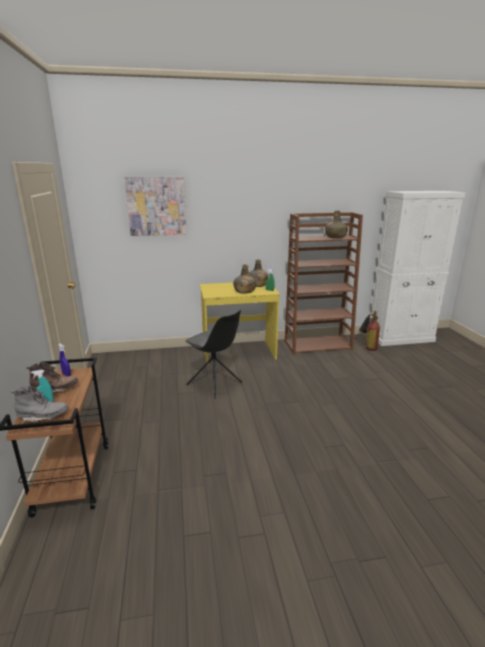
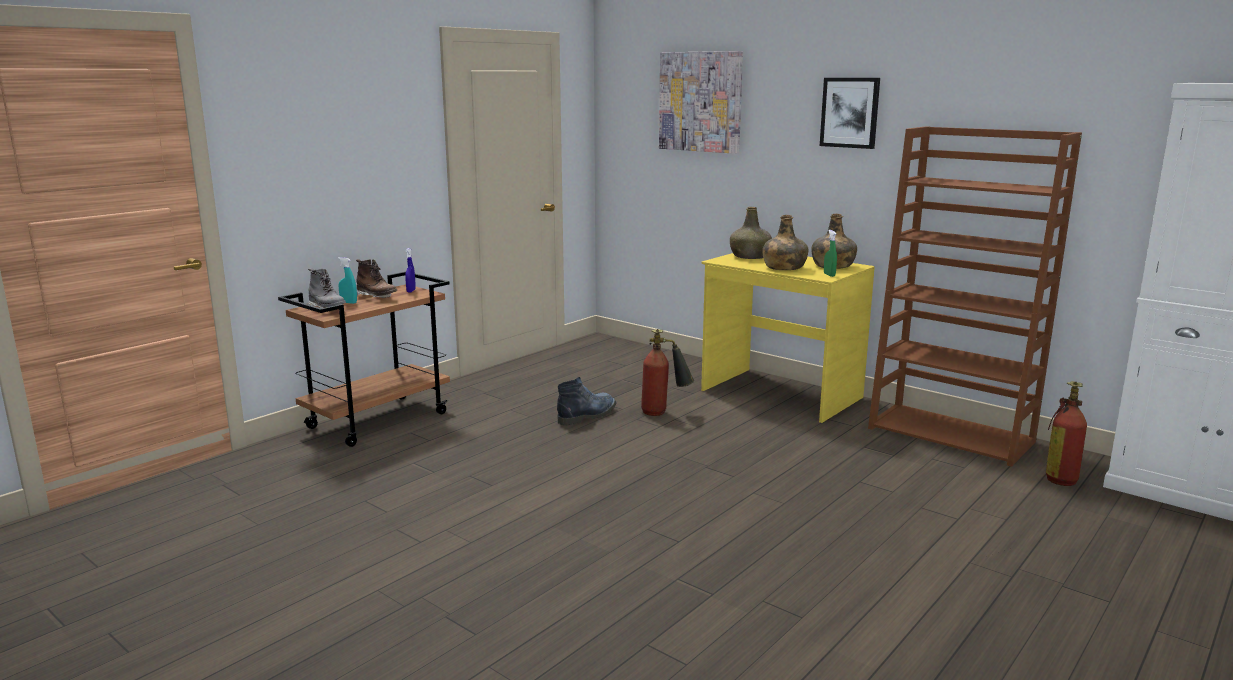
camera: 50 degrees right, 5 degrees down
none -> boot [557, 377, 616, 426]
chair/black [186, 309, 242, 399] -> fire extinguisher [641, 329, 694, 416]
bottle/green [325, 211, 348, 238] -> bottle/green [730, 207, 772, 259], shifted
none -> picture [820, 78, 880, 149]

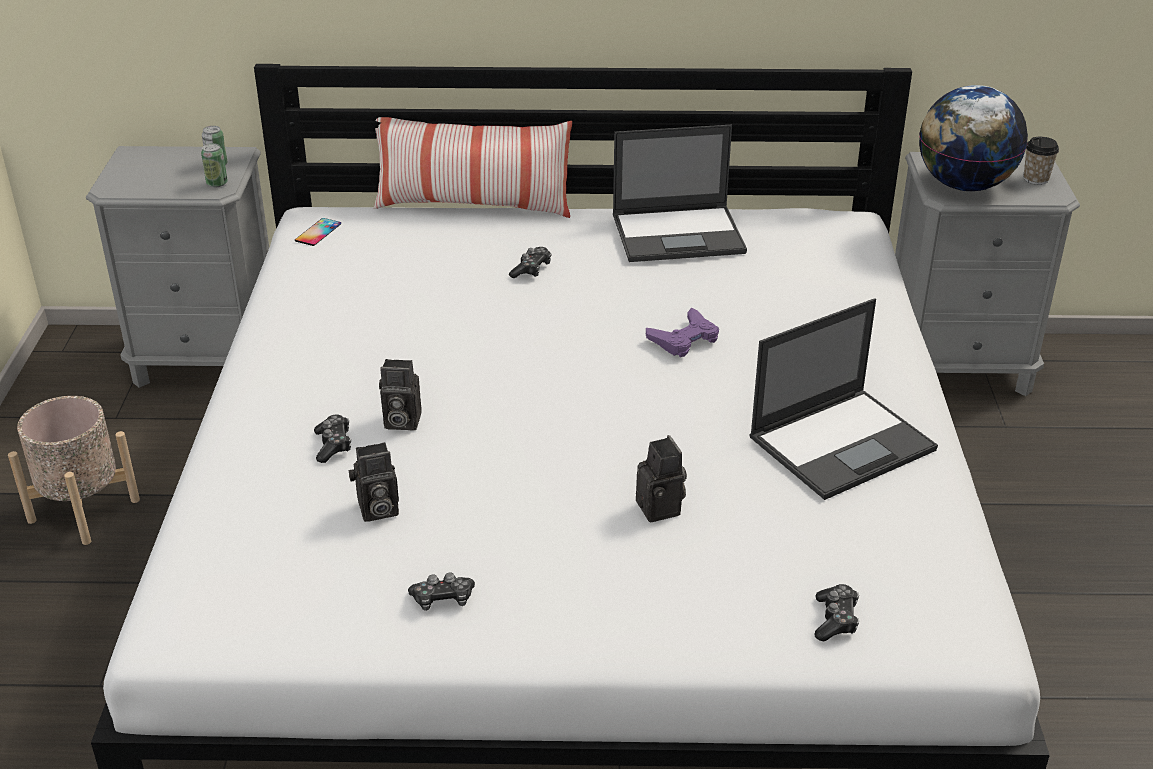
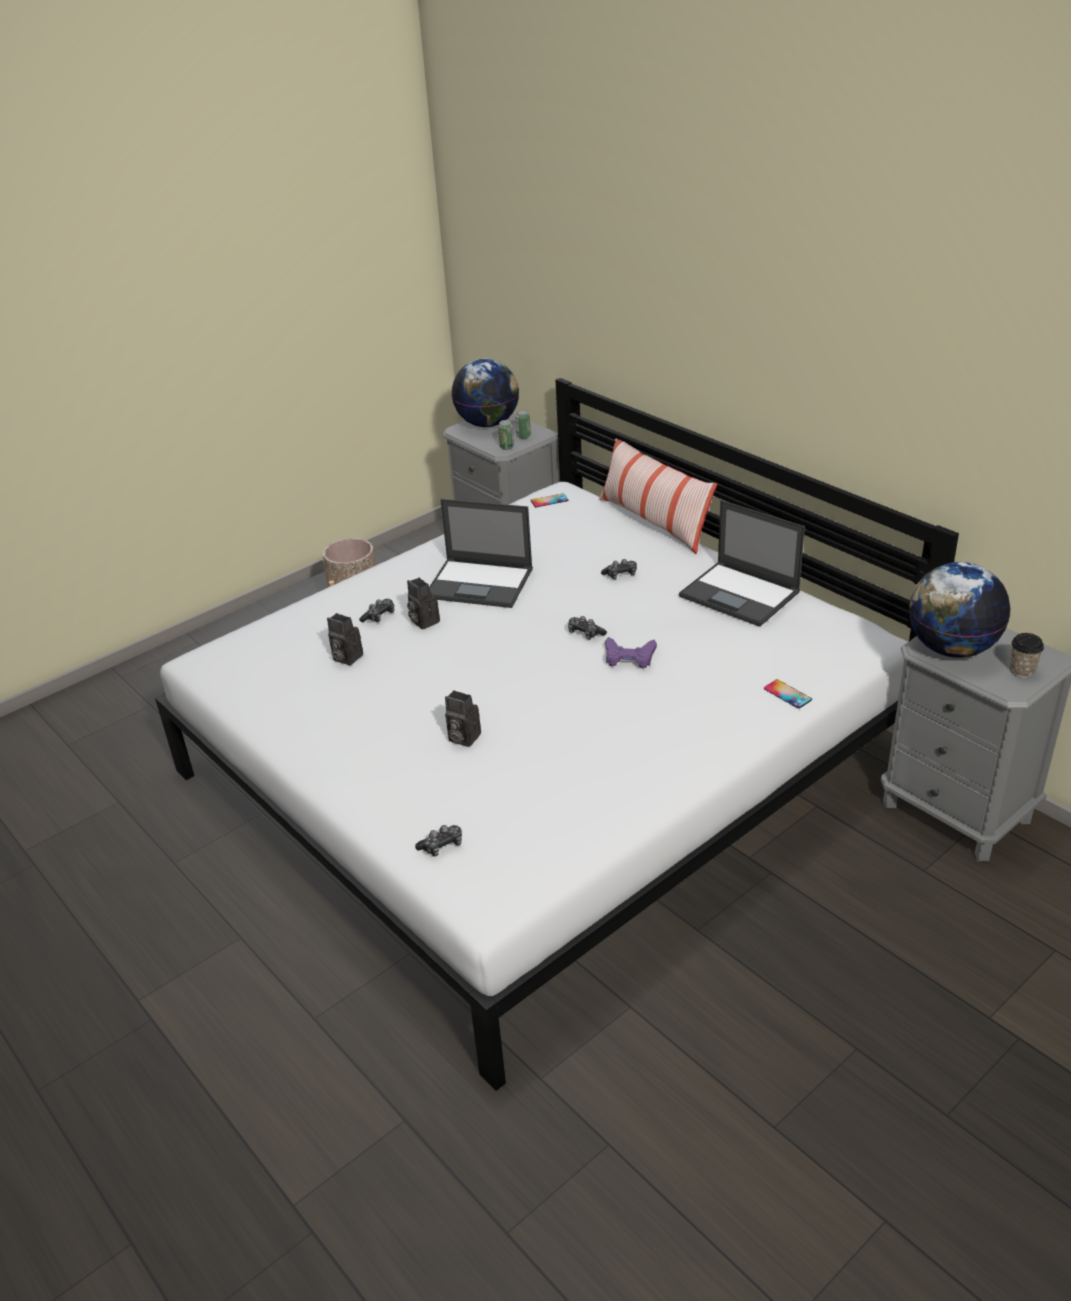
camera: 50 degrees right, 0 degrees up
laptop [749, 299, 938, 500] -> laptop [429, 499, 533, 608], shifted
photo camera [636, 435, 687, 522] -> photo camera [445, 690, 481, 747], 90 degrees clockwise
none -> globe [452, 358, 519, 427]
game controller [408, 572, 475, 611] -> game controller [568, 616, 607, 639], shifted
none -> phone [764, 679, 812, 709]

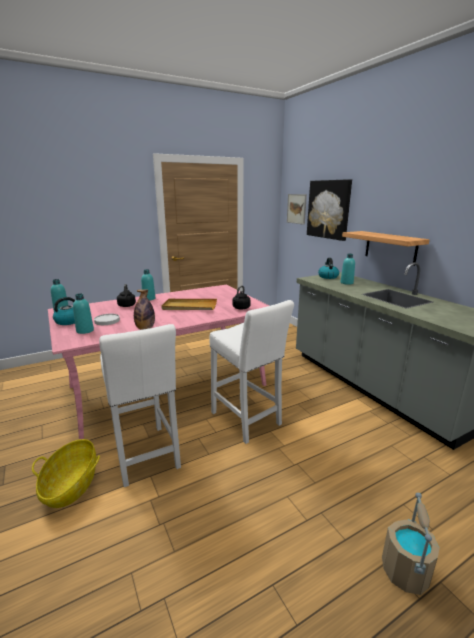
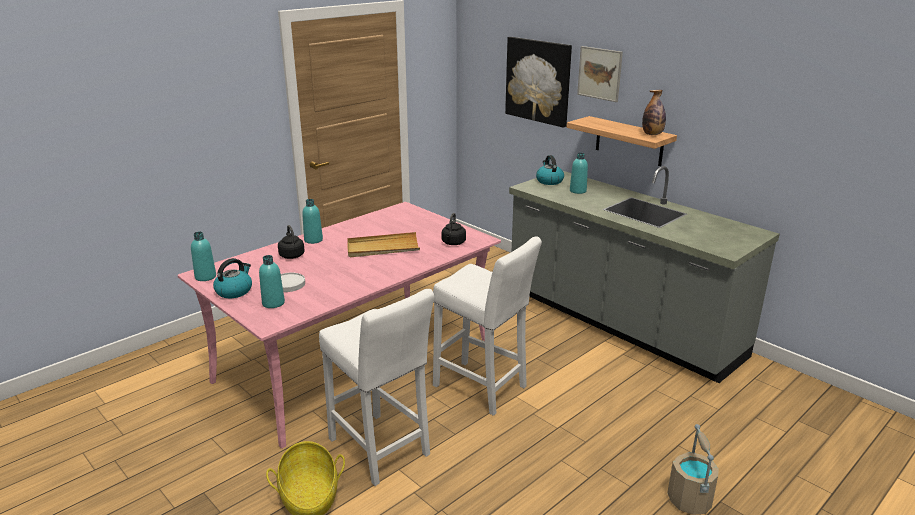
camera: 15 degrees left, 5 degrees up
picture [287, 194, 307, 225] -> picture [577, 46, 623, 102], shifted
bottle [134, 289, 155, 330] -> bottle [642, 90, 666, 135], shifted

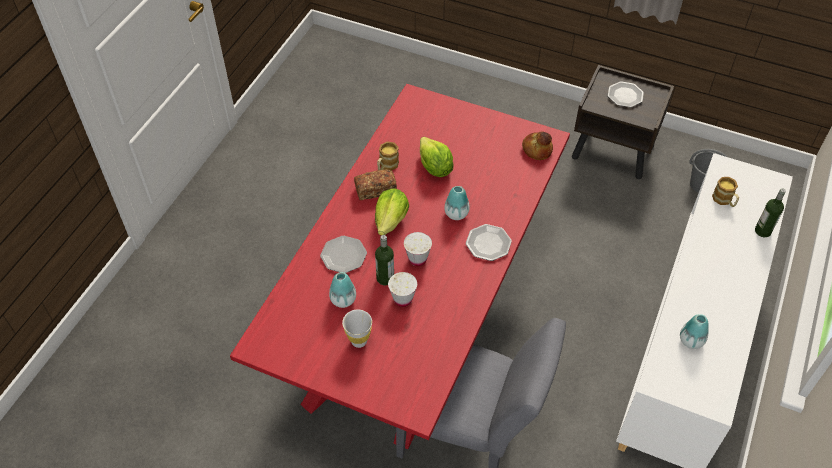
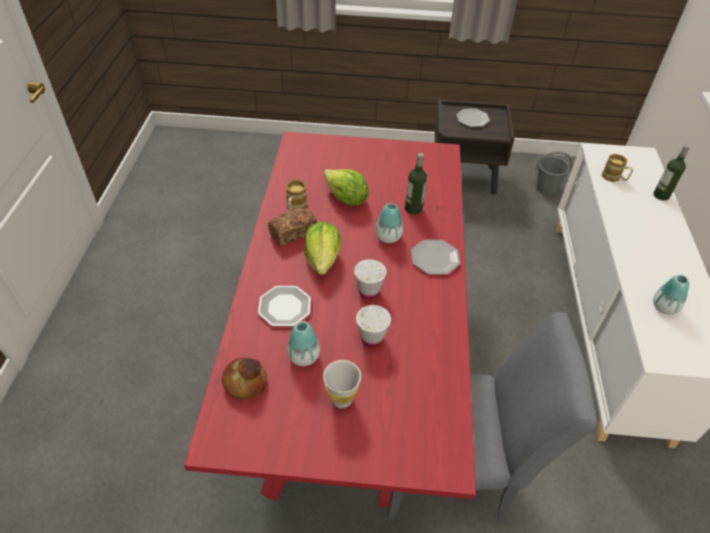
camera: 20 degrees left, 5 degrees down
bread [522, 132, 553, 160] -> bread [221, 358, 267, 400], shifted
bottle [375, 235, 394, 285] -> bottle [405, 153, 427, 215], shifted

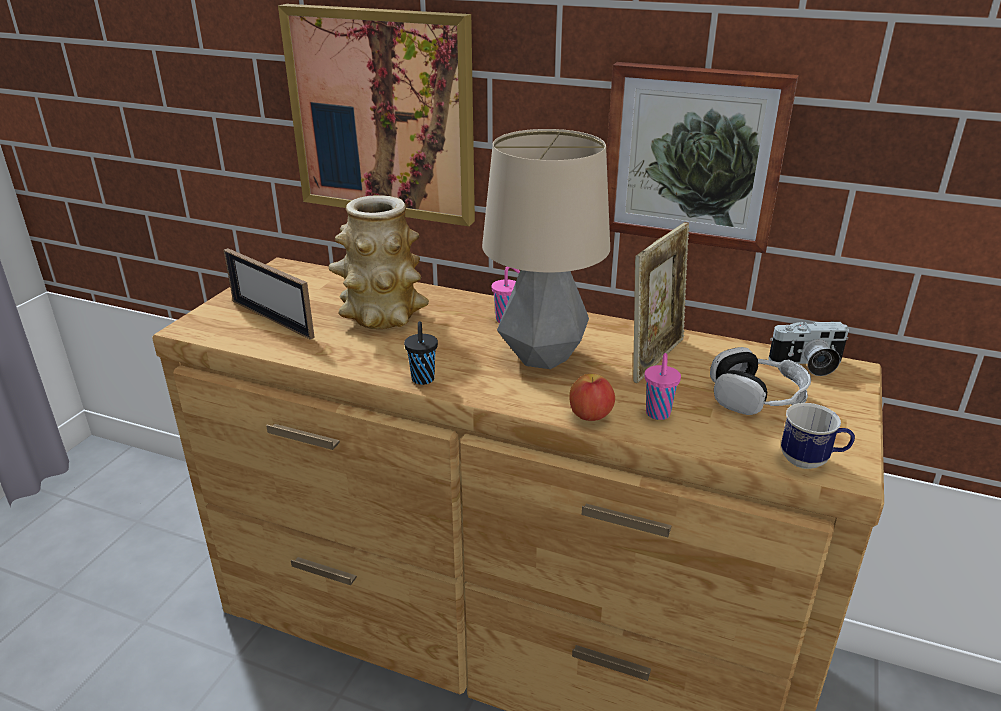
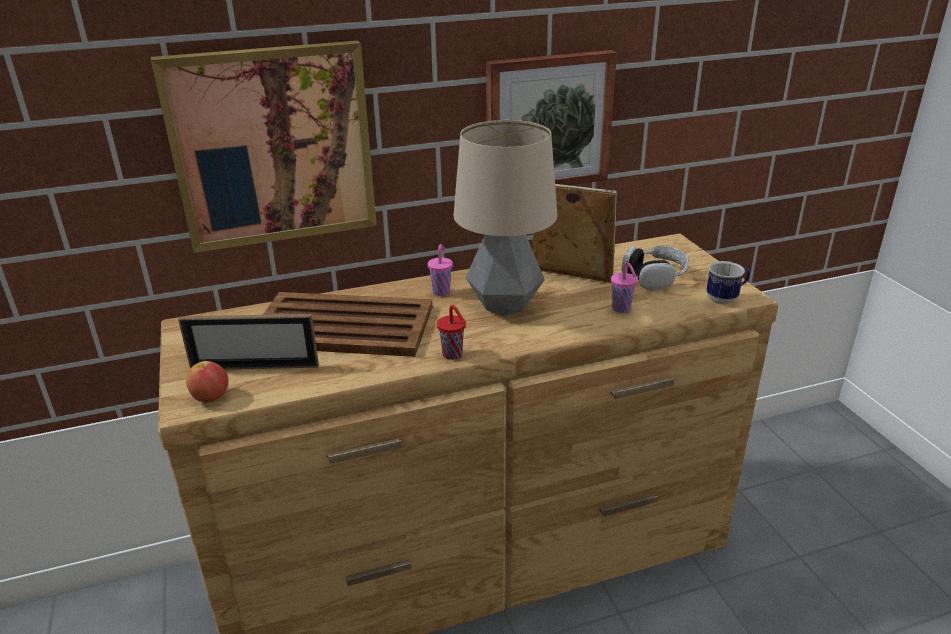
camera: 40 degrees left, 0 degrees up
apple [569, 374, 615, 421] -> apple [186, 361, 228, 403], shifted
vase [329, 195, 429, 329] -> tray/brown [263, 292, 433, 357]
cup/black [404, 321, 438, 385] -> cup/red [437, 305, 466, 360]
picture frame [633, 222, 690, 383] -> picture frame [533, 184, 617, 283], 60 degrees counterclockwise
photo camera [768, 321, 849, 376] -> none

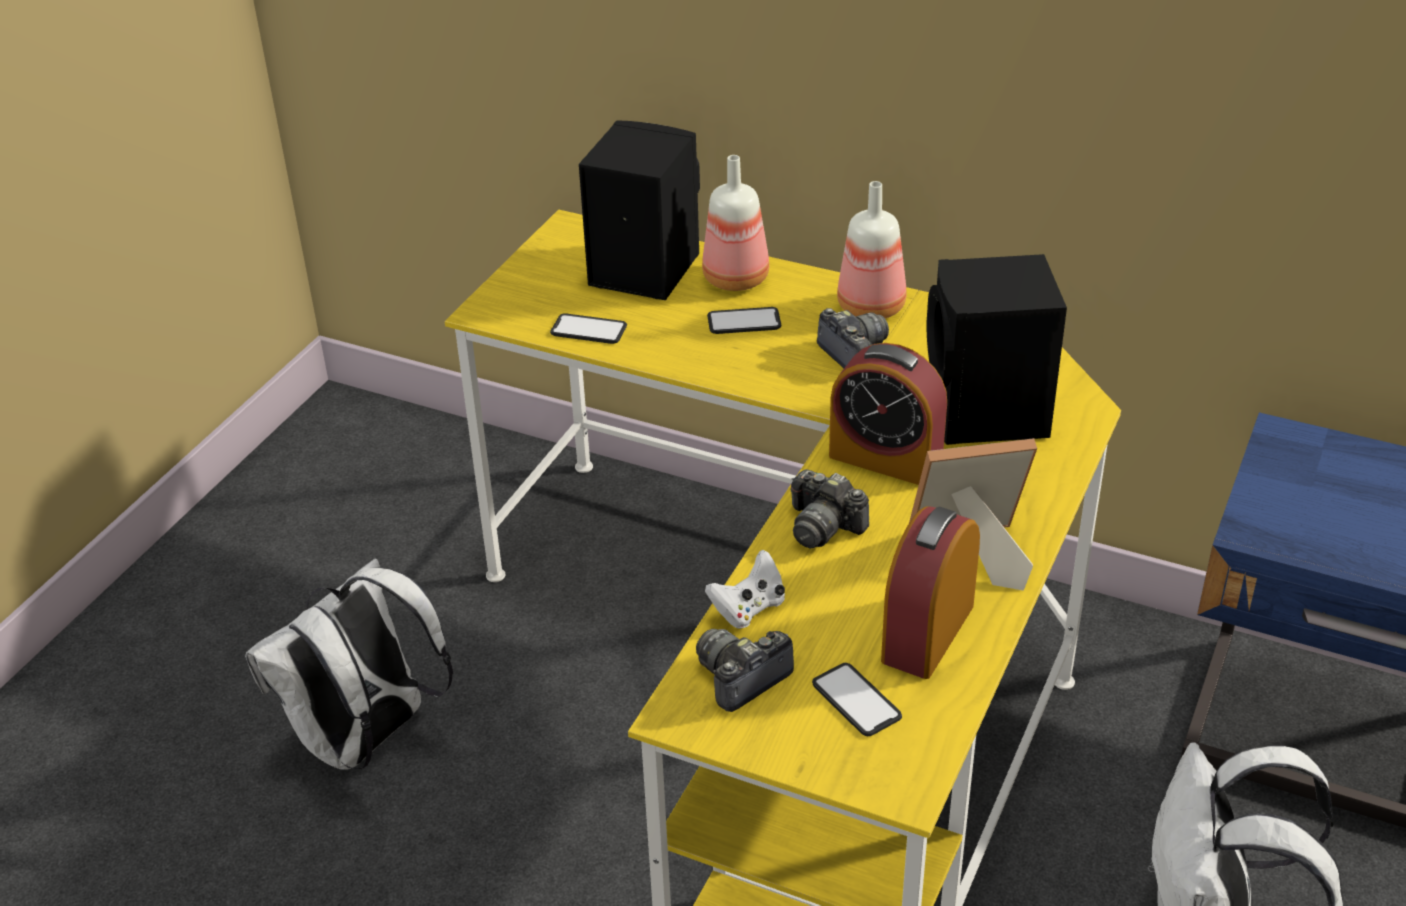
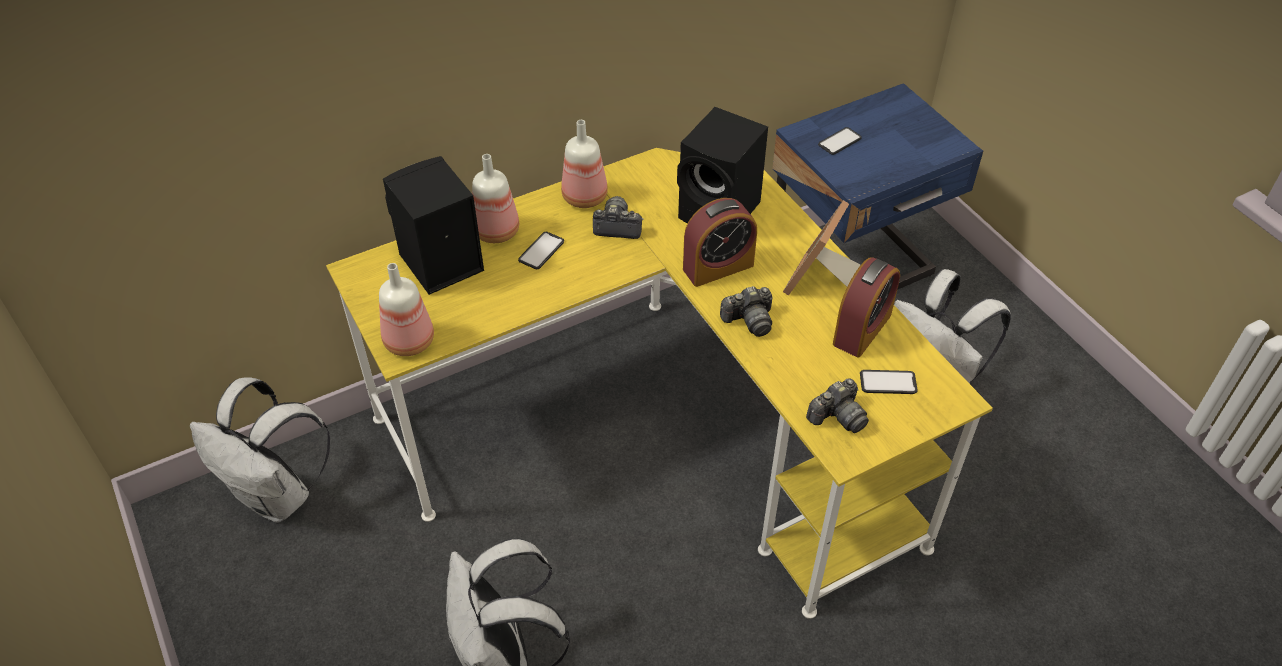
camera: 55 degrees left, 10 degrees up
none -> backpack/white [190, 378, 330, 523]
none -> bottle [379, 263, 434, 356]
photo camera [696, 629, 794, 712] -> photo camera [806, 378, 869, 433], 120 degrees counterclockwise
phone [550, 313, 627, 344] -> phone [818, 127, 862, 155], shifted
alarm clock [881, 506, 980, 679] -> alarm clock [833, 257, 900, 358], 120 degrees counterclockwise
game controller/white [705, 550, 785, 629] -> none

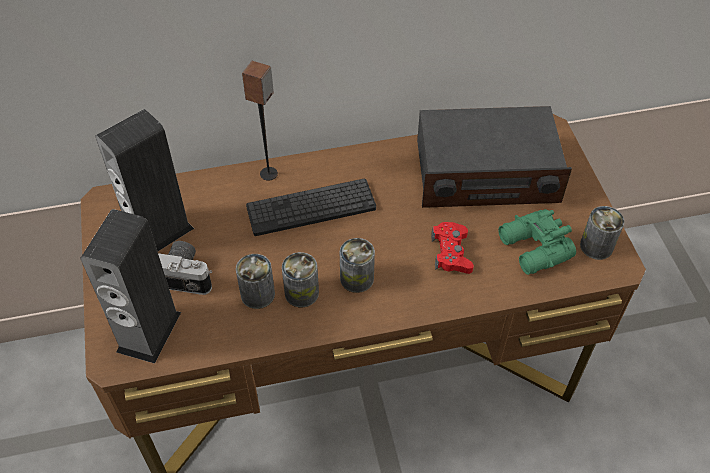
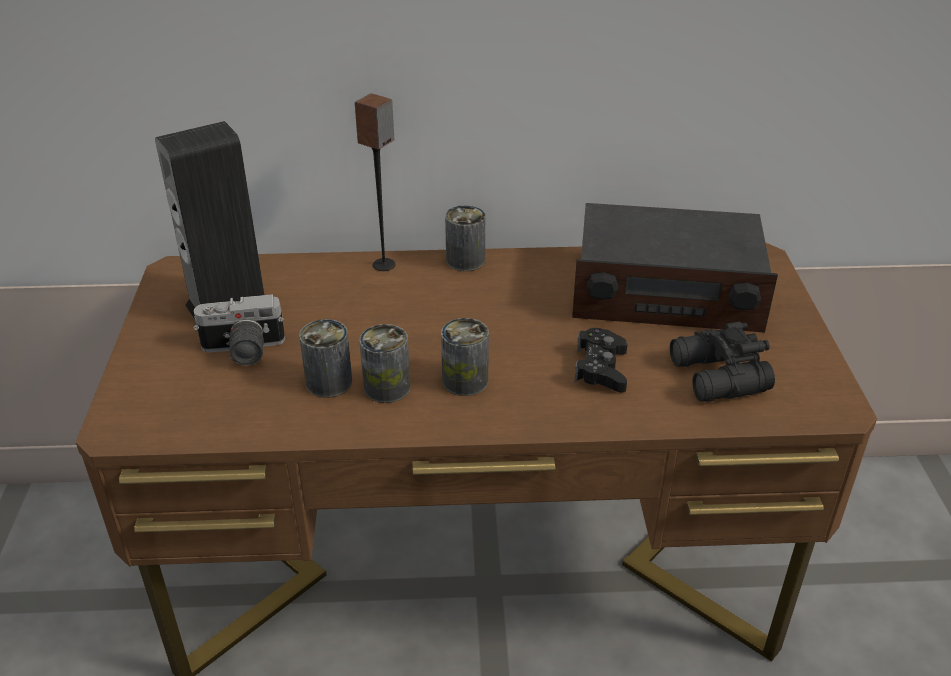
camera: 10 degrees right, 15 degrees down
photo camera [158, 241, 212, 295] -> photo camera [193, 294, 285, 365], 150 degrees clockwise
can [580, 206, 624, 260] -> can [445, 205, 485, 271], shifted
game controller/red [431, 222, 474, 274] -> game controller/black [574, 328, 628, 393]
binoculars/green [498, 209, 576, 275] -> binoculars/black [670, 322, 775, 402]
speaker [80, 209, 181, 364] -> none
keyboard [246, 179, 376, 236] -> none

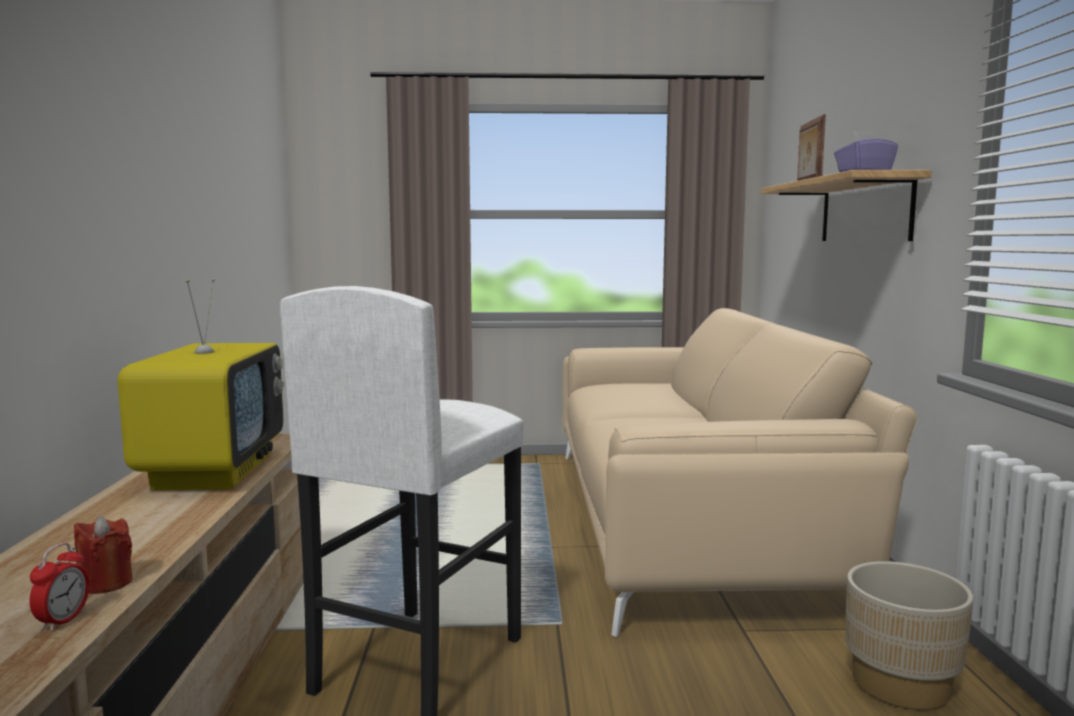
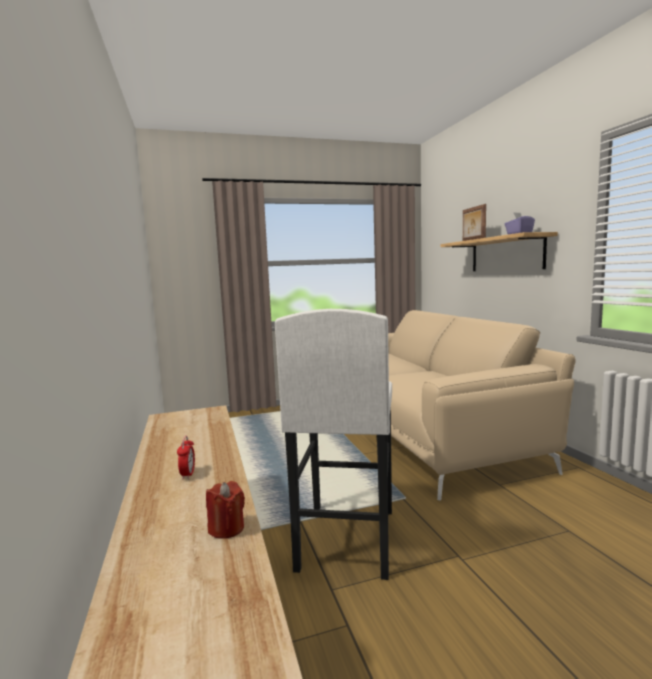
camera: 15 degrees left, 0 degrees up
alarm clock [30, 543, 89, 631] -> alarm clock [177, 436, 195, 480], shifted
television [118, 278, 284, 490] -> none
planter/beige [845, 561, 973, 710] -> none

